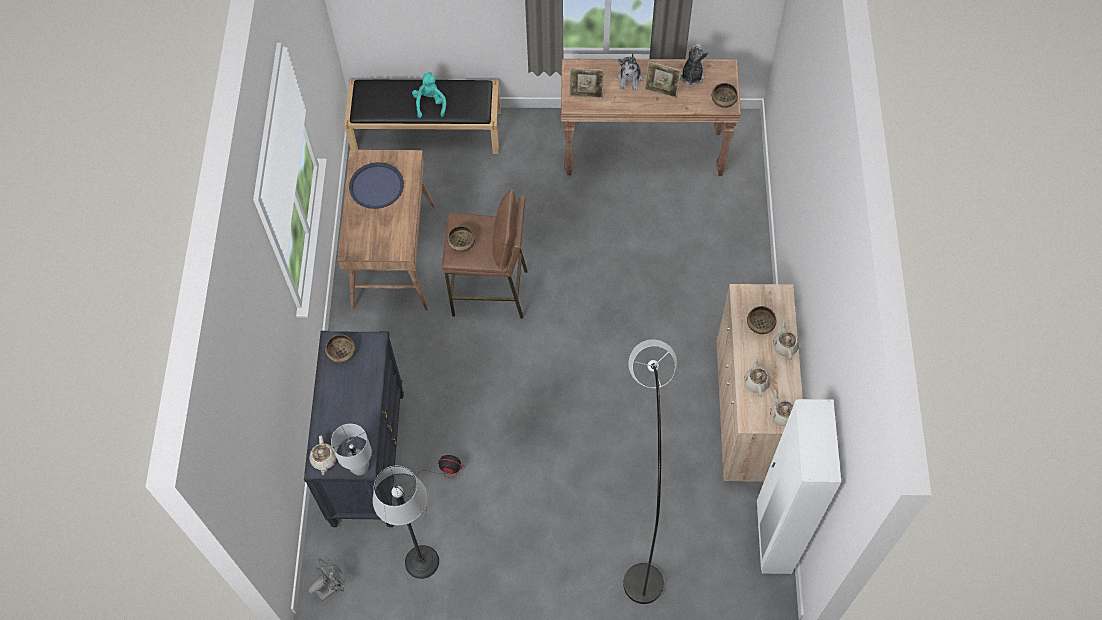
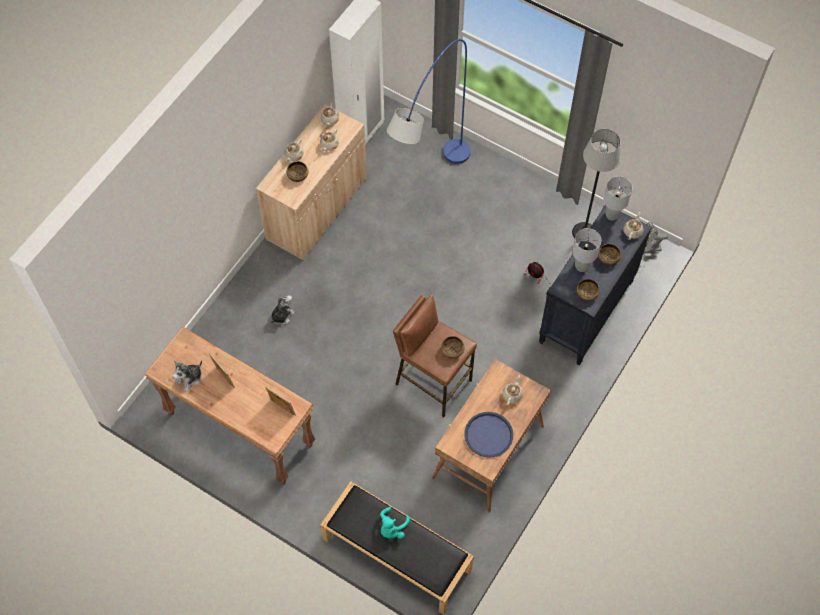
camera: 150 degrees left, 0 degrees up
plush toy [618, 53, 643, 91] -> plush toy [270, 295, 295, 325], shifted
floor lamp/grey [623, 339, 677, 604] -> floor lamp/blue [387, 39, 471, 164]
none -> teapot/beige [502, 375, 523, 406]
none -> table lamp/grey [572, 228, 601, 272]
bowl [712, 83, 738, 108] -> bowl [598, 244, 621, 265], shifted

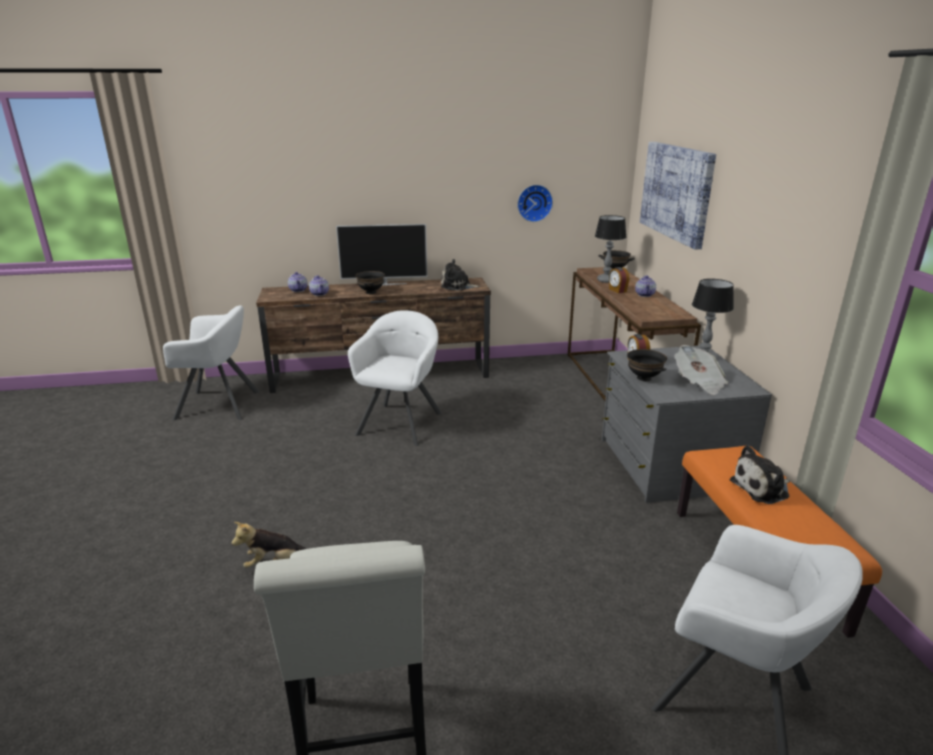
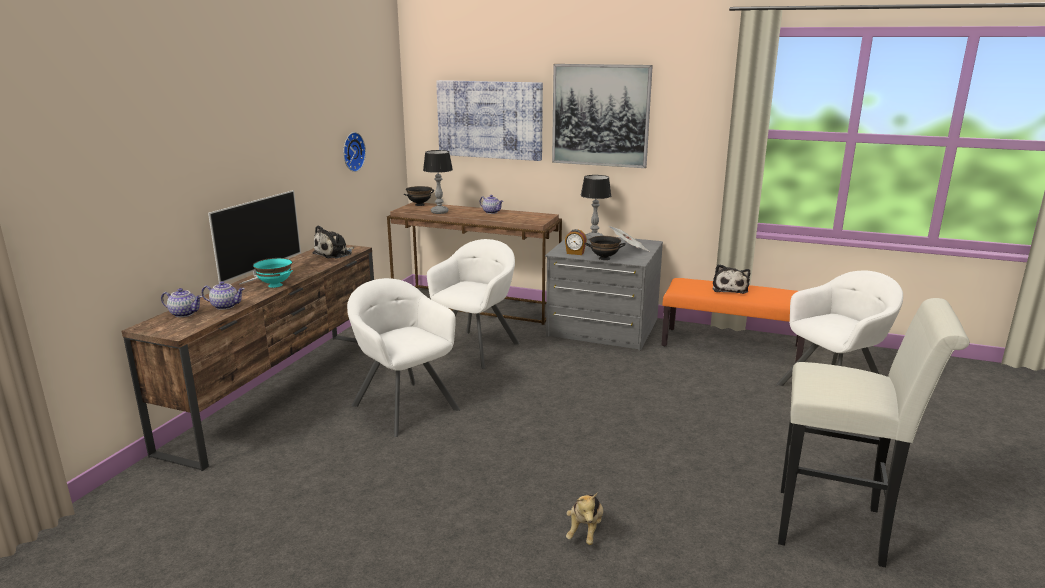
camera: 60 degrees left, 5 degrees down
bowl/black [355, 271, 385, 294] -> bowl/turquoise [253, 258, 293, 288]
armchair/white [163, 305, 260, 420] -> armchair/white [427, 239, 520, 369], shifted
none -> picture [552, 64, 653, 168]
alarm clock [609, 267, 629, 293] -> none

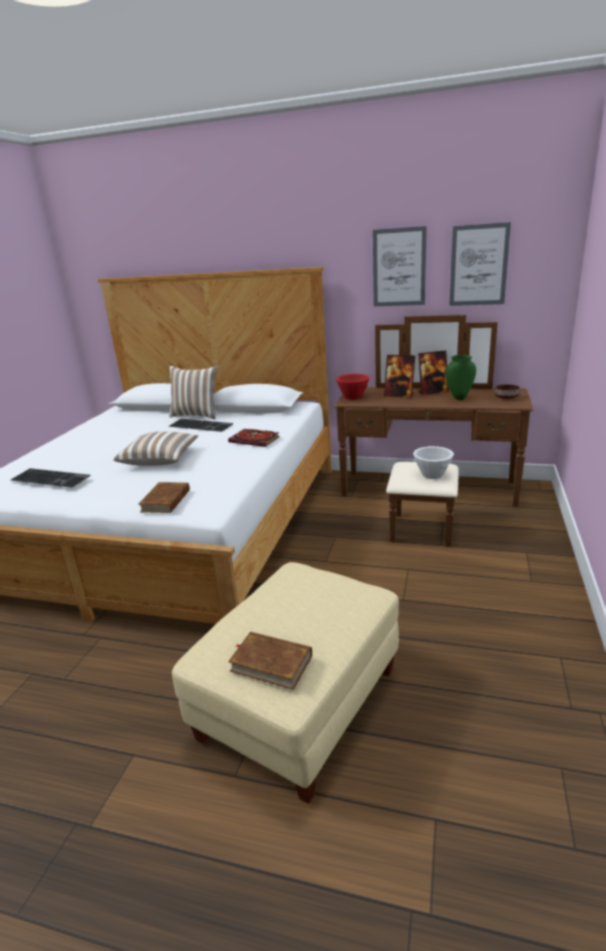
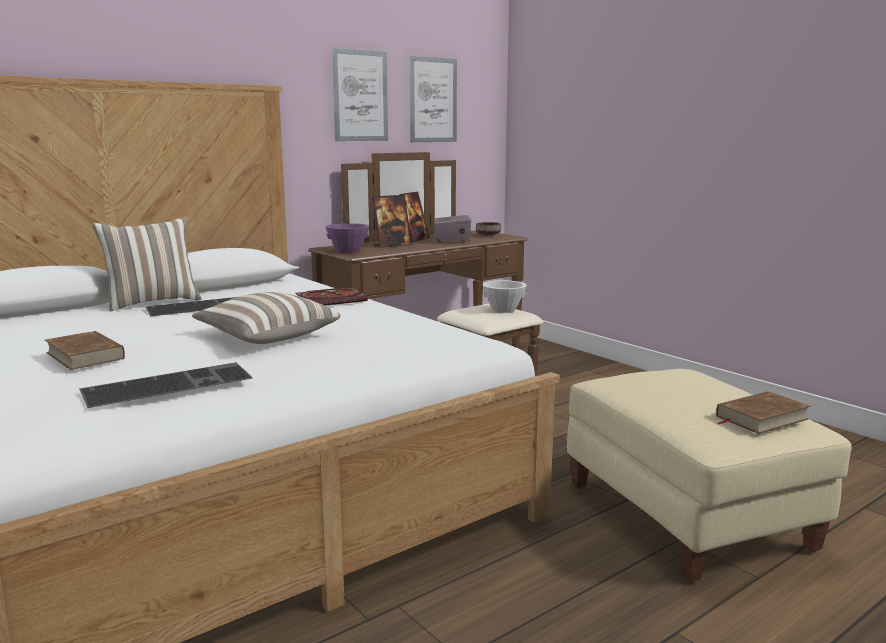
camera: 55 degrees left, 10 degrees down
book/brown [138, 482, 190, 513] -> book/brown [45, 331, 125, 370], shifted
bowl/red [336, 374, 370, 400] -> bowl/purple [326, 223, 369, 254]
vase/green [445, 355, 476, 400] -> radio [434, 215, 471, 242]

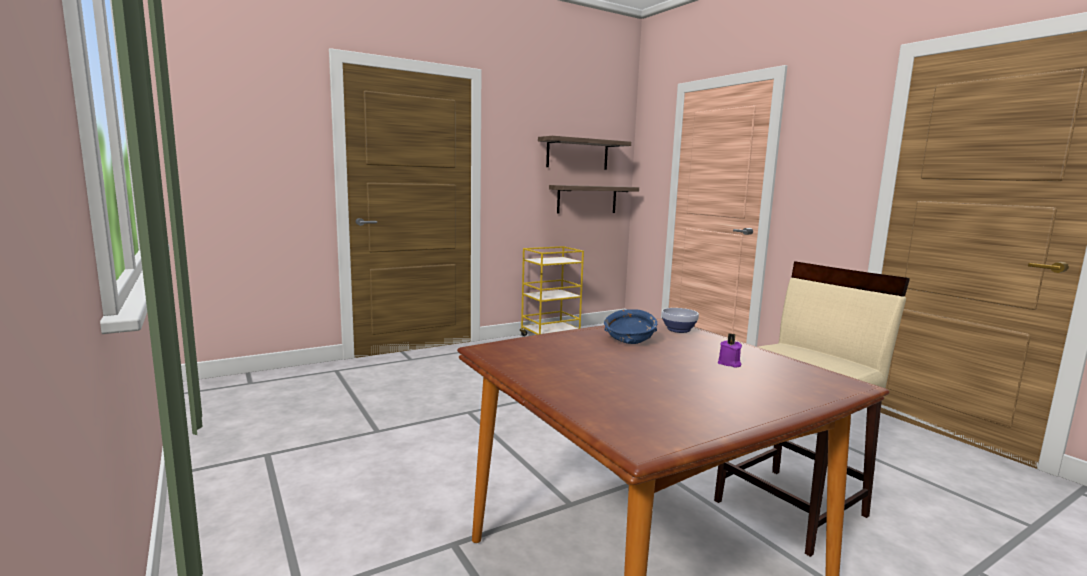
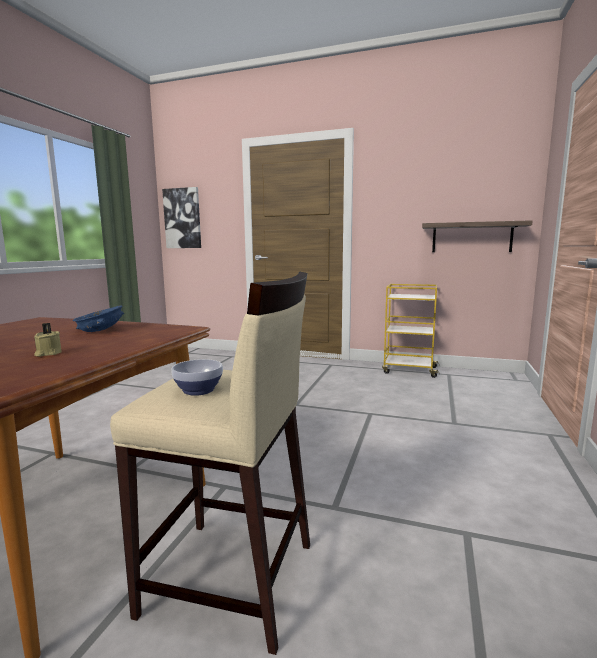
camera: 50 degrees right, 0 degrees up
candle/purple [718, 333, 742, 367] -> candle/beige [34, 323, 62, 357]
none -> picture [162, 187, 201, 248]
bowl [661, 308, 699, 333] -> bowl [171, 359, 223, 396], shifted
shelf [538, 136, 631, 170] -> none

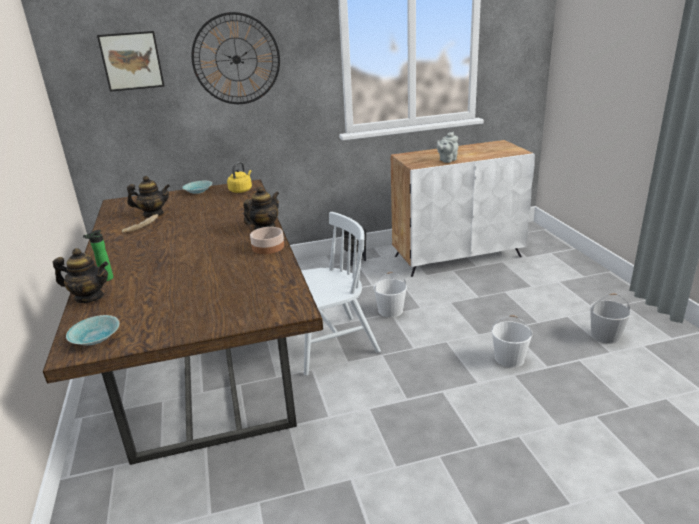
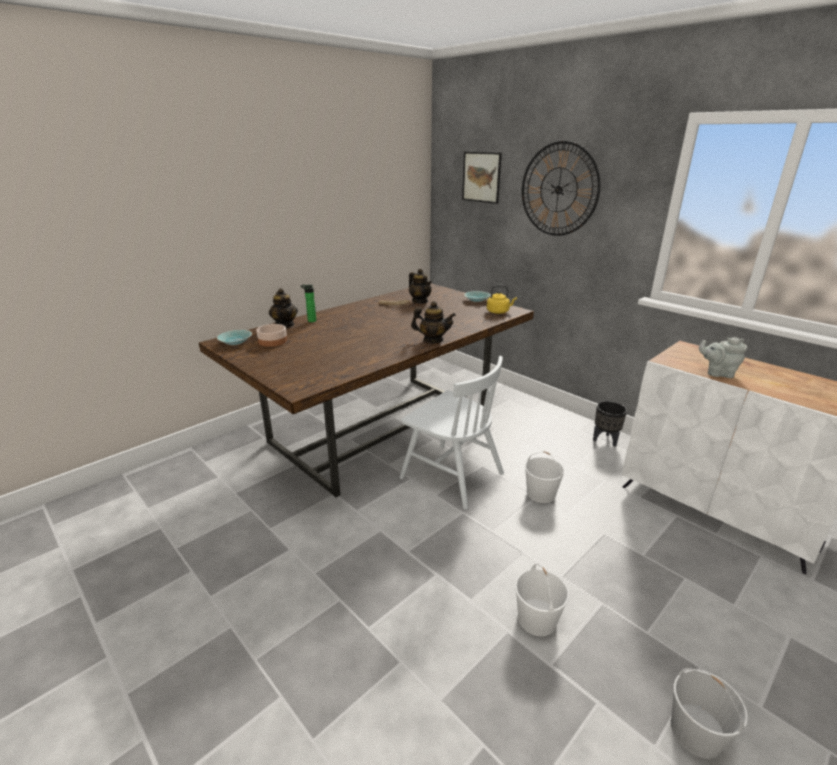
camera: 60 degrees right, 0 degrees up
bowl [250, 227, 284, 254] -> bowl [257, 324, 287, 347], shifted

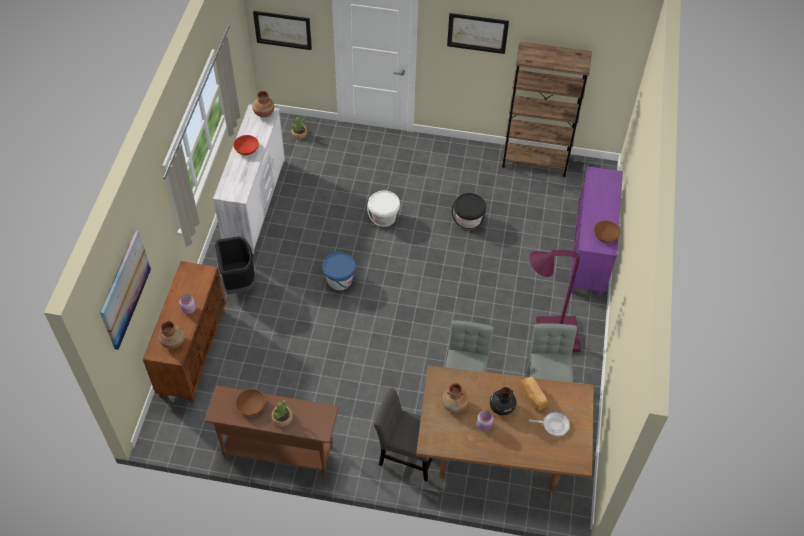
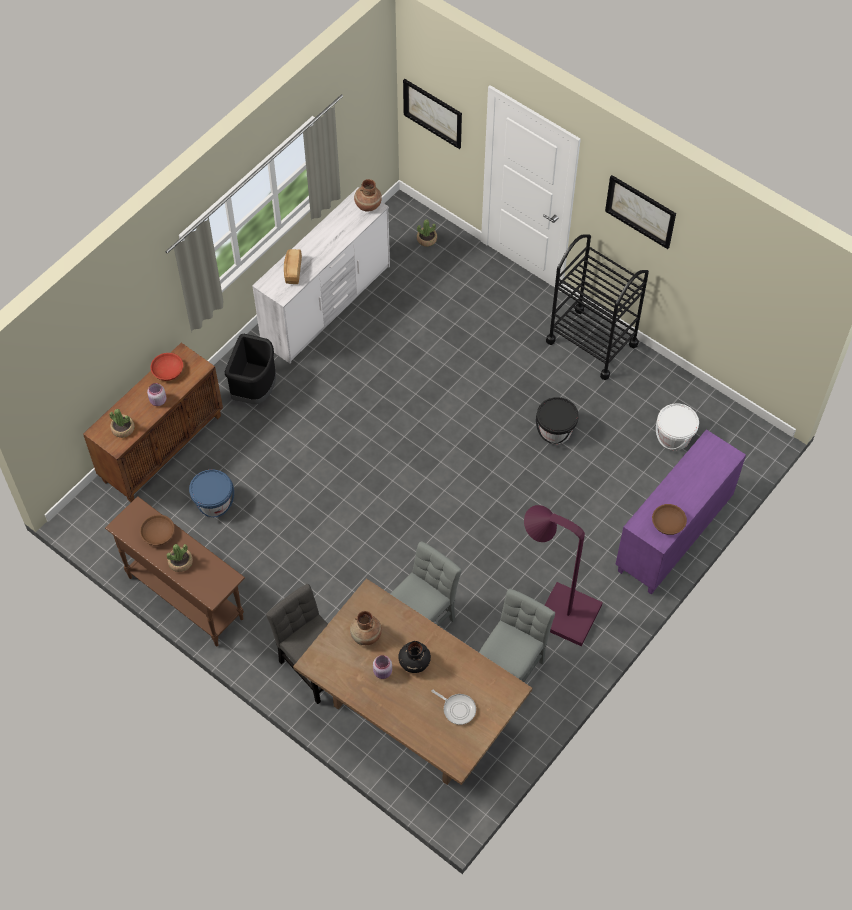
camera: 30 degrees right, 5 degrees up
vase/brown [159, 321, 185, 349] -> potted plant [109, 409, 135, 438]
bowl/red [233, 135, 259, 155] -> bowl/red [150, 353, 183, 381], shifted
bucket/blue [322, 252, 356, 290] -> bucket/blue [189, 469, 234, 517], shifted
bread [521, 376, 548, 411] -> bread [284, 249, 302, 284], shifted
none -> cart/black [546, 234, 649, 380]
bucket/white [367, 190, 400, 227] -> bucket/white [656, 403, 699, 451], shifted
picture [100, 230, 151, 350] -> none
bookcase/brown [502, 42, 592, 177] -> none

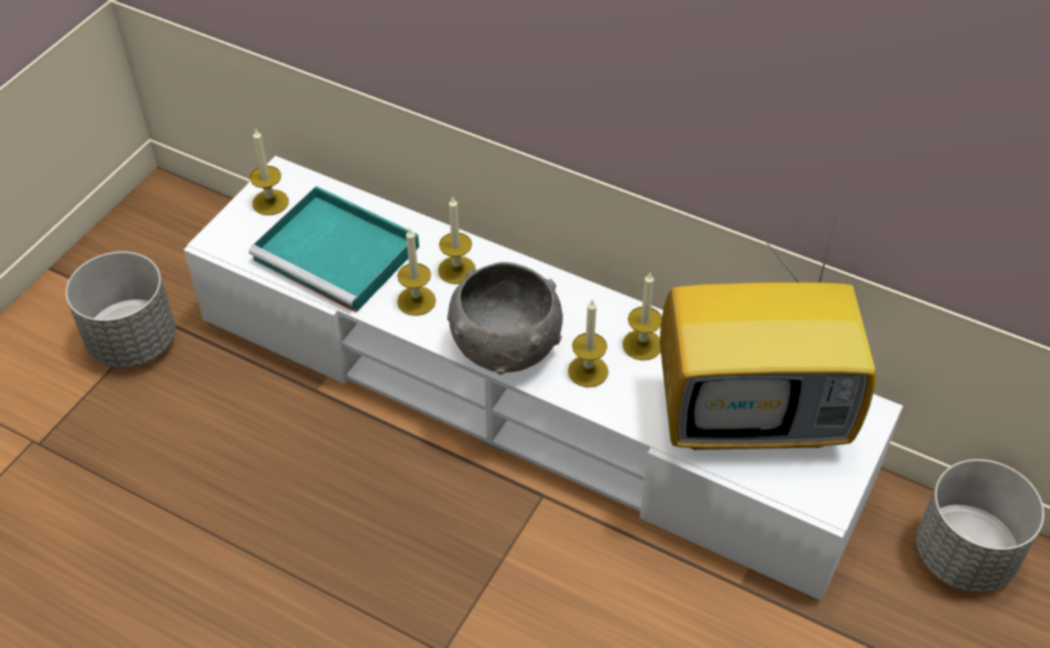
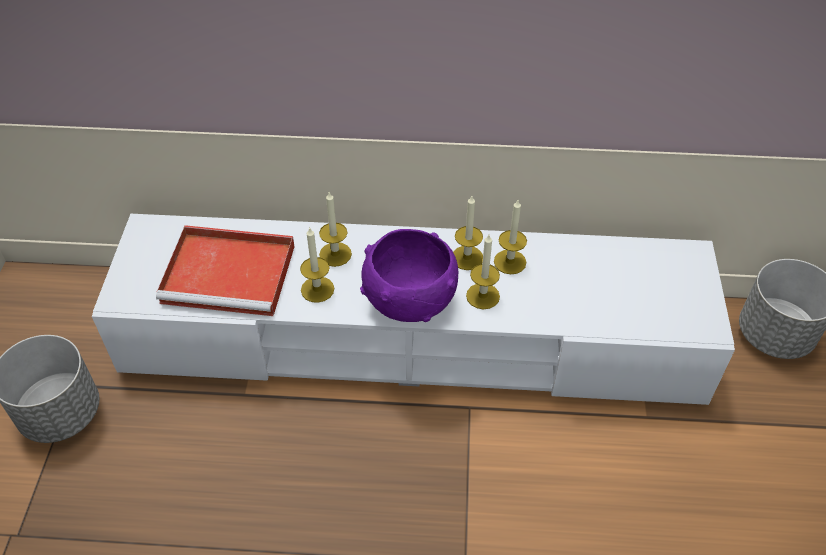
camera: 25 degrees left, 0 degrees up
tray/turquoise [249, 186, 419, 313] -> tray/red [156, 225, 295, 316]
bowl/grey [447, 262, 563, 375] -> bowl/purple [360, 229, 458, 322]
candle [250, 128, 289, 215] -> candle [453, 196, 483, 270], shifted
television [660, 202, 876, 450] -> none

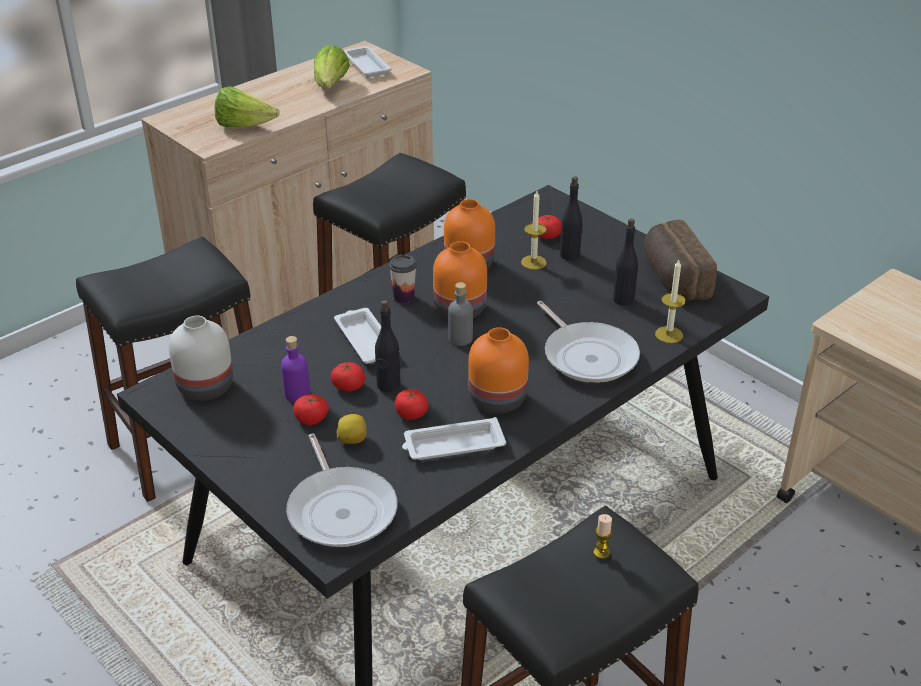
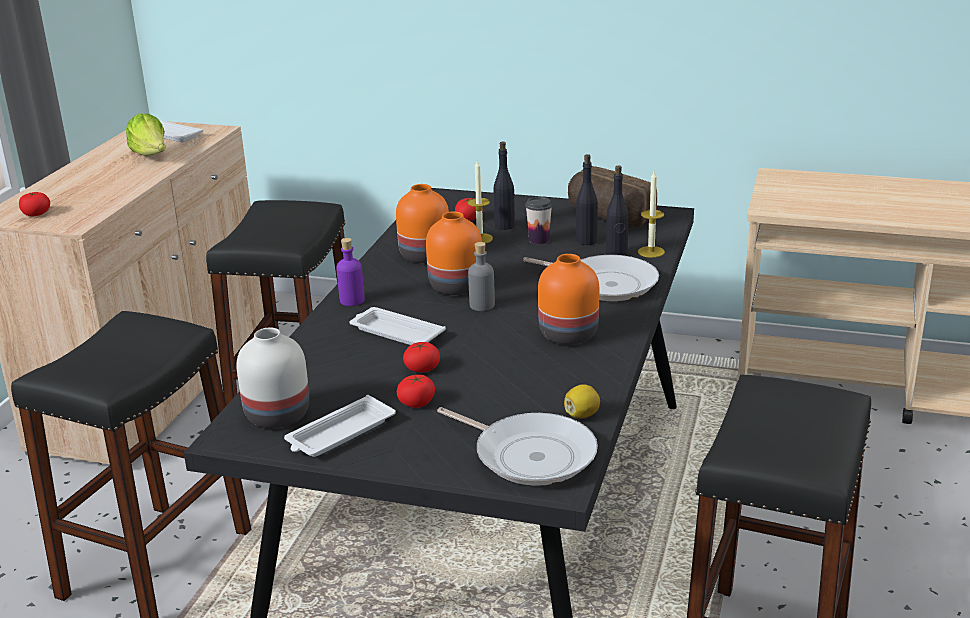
camera: 30 degrees left, 10 degrees down
tomato [395, 389, 428, 420] -> tomato [19, 192, 50, 217], shifted
tray/white [402, 417, 506, 460] -> tray/white [284, 395, 396, 457], shifted
bottle/purple [281, 336, 310, 402] -> bottle/purple [336, 238, 365, 306], shifted
cup [389, 255, 417, 303] -> cup [525, 197, 552, 244], shifted
lemon [336, 414, 367, 444] -> lemon [564, 384, 600, 419], shifted
bottle/black [375, 300, 401, 393] -> bottle/black [606, 166, 628, 256], shifted
lettuce [215, 86, 280, 127] -> none
candle [594, 514, 613, 559] -> none

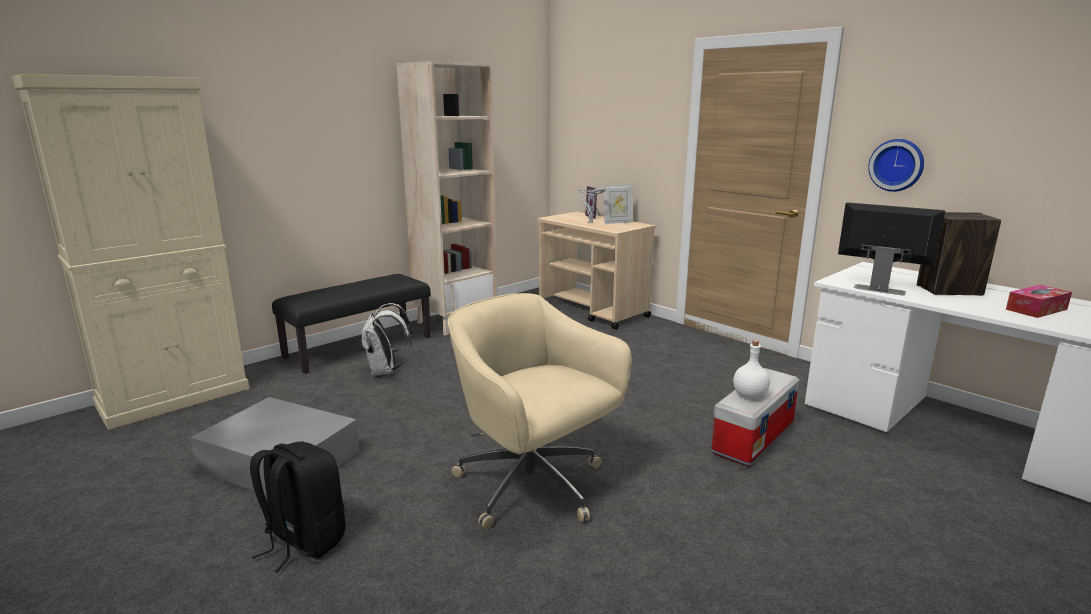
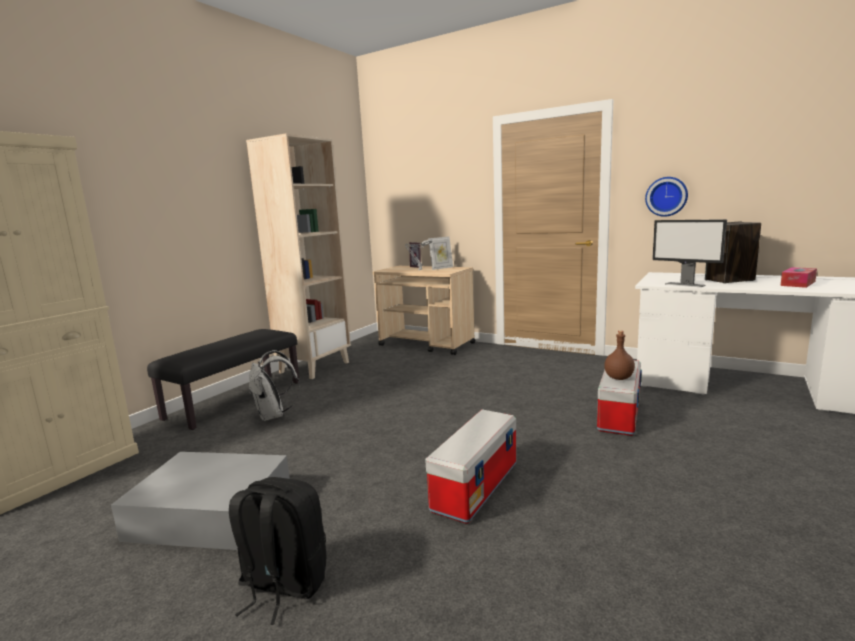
camera: 15 degrees left, 5 degrees down
office chair/beige [448, 293, 632, 529] -> storage box [425, 409, 516, 524]
bottle/white [733, 340, 770, 399] -> bottle/brown [604, 331, 635, 380]
monitor [838, 202, 945, 295] -> monitor [652, 219, 727, 287], 150 degrees counterclockwise

